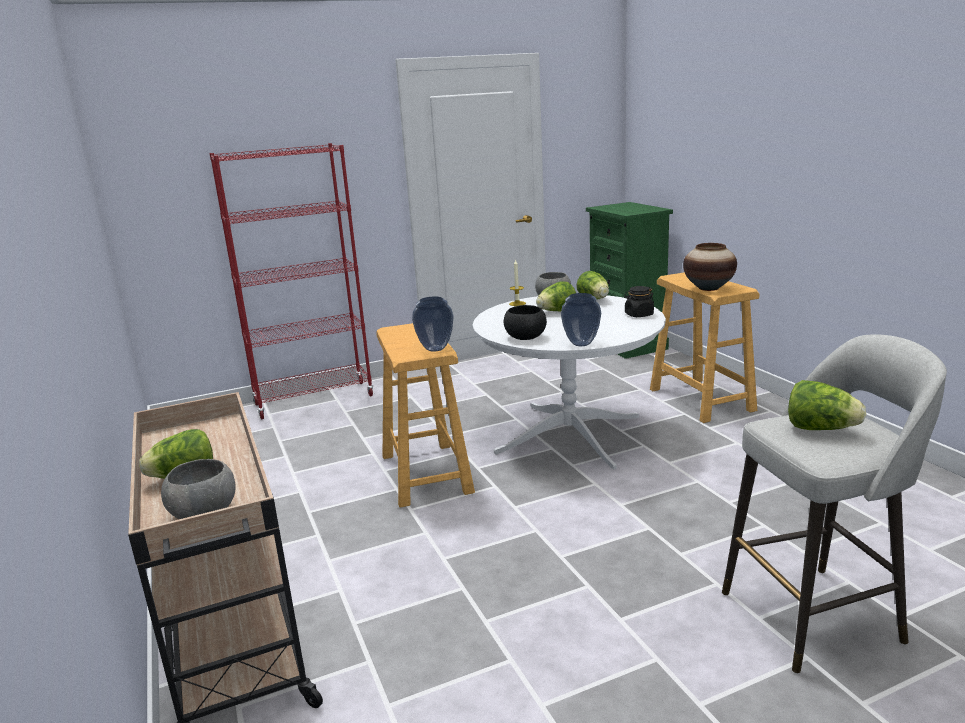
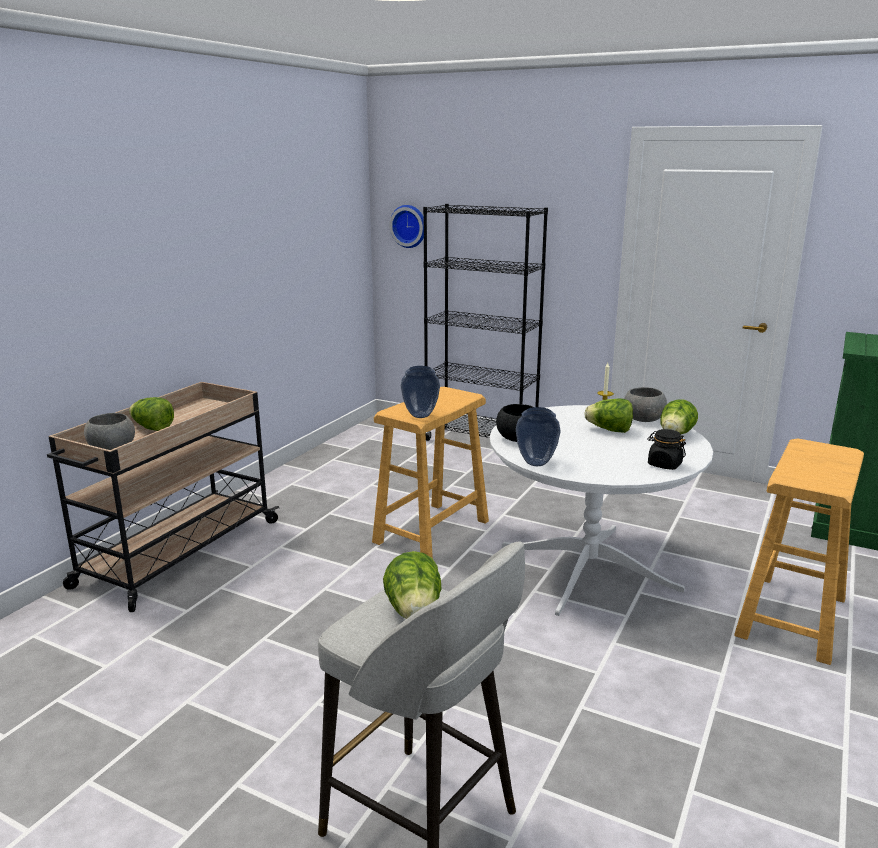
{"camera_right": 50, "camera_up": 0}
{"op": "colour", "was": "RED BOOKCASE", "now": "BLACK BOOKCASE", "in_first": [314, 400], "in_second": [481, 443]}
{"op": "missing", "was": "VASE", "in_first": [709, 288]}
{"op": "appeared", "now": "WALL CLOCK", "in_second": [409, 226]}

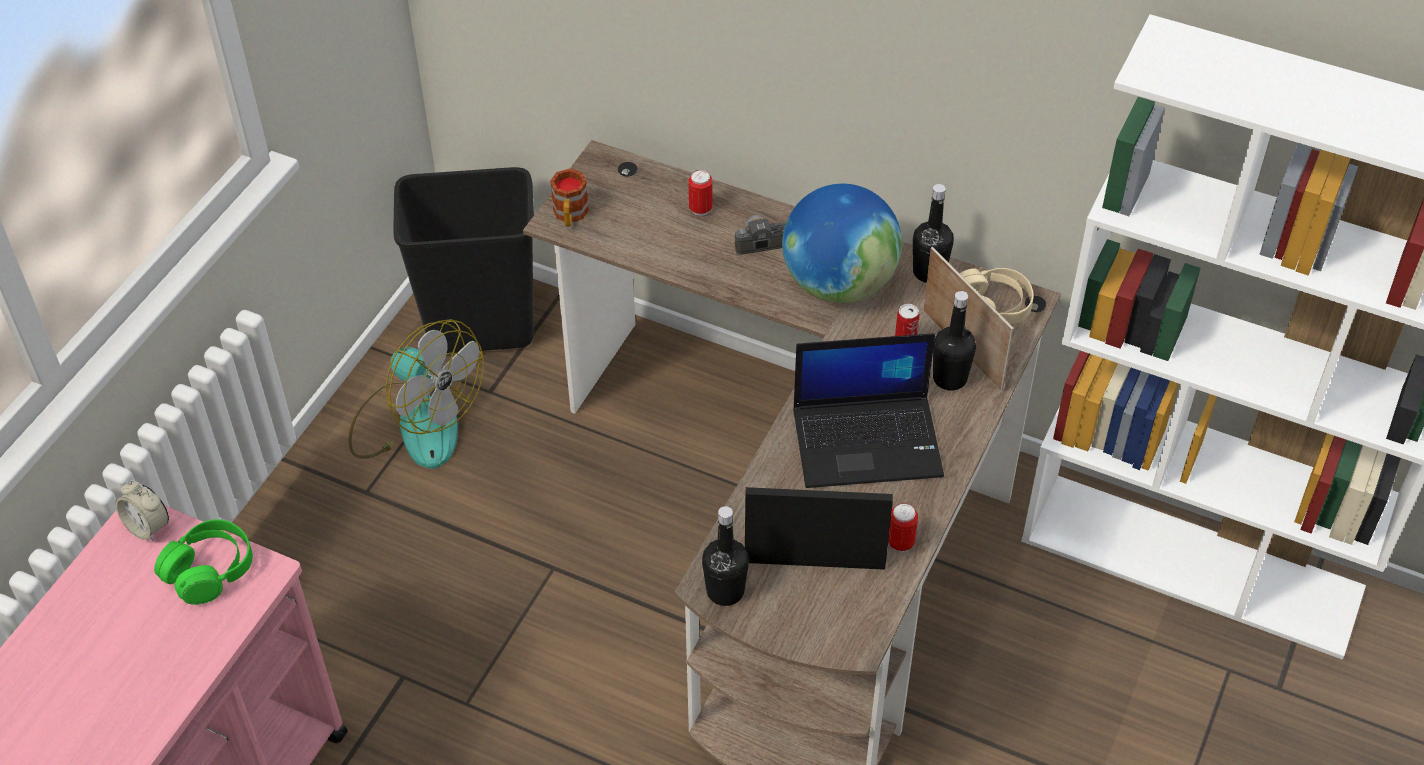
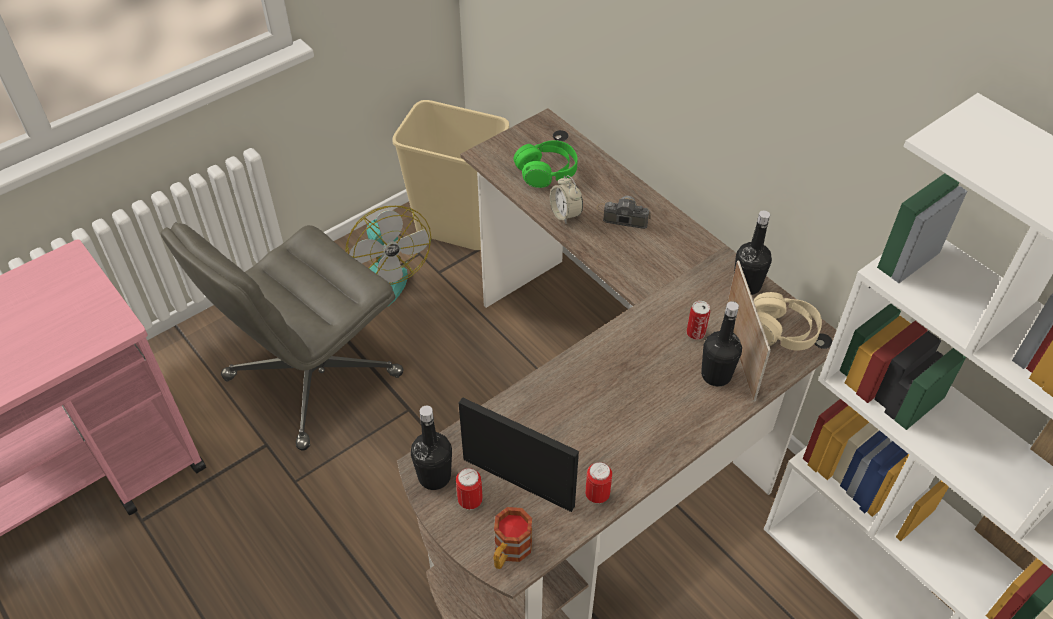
{"camera_right": 25, "camera_up": 0}
{"op": "colour", "was": "BLACK TRASH CAN", "now": "BEIGE TRASH CAN", "in_first": [482, 327], "in_second": [459, 228]}
{"op": "relocated", "was": "MUG", "in_first": [570, 216], "in_second": [509, 552]}
{"op": "relocated", "was": "CAN", "in_first": [700, 209], "in_second": [470, 501]}
{"op": "missing", "was": "GLOBE", "in_first": [838, 283]}
{"op": "missing", "was": "LAPTOP", "in_first": [868, 440]}
{"op": "relocated", "was": "ALARM CLOCK", "in_first": [148, 527], "in_second": [565, 214]}
{"op": "relocated", "was": "GREEN HEADPHONES", "in_first": [209, 570], "in_second": [546, 171]}
{"op": "appeared", "now": "GREY OFFICE CHAIR", "in_second": [311, 378]}

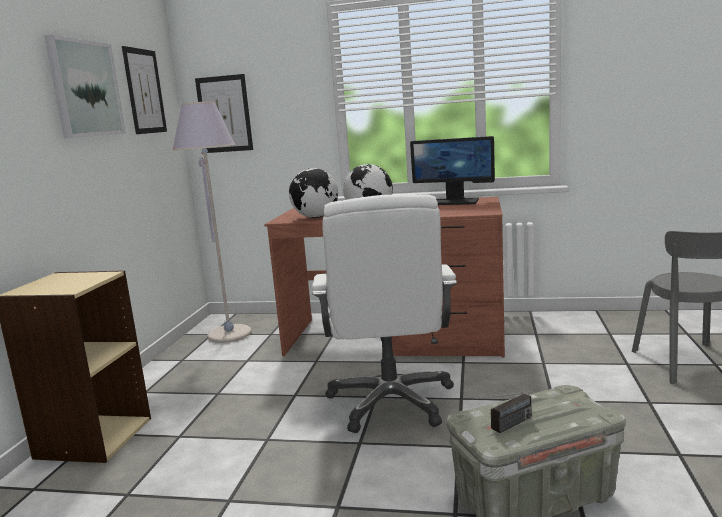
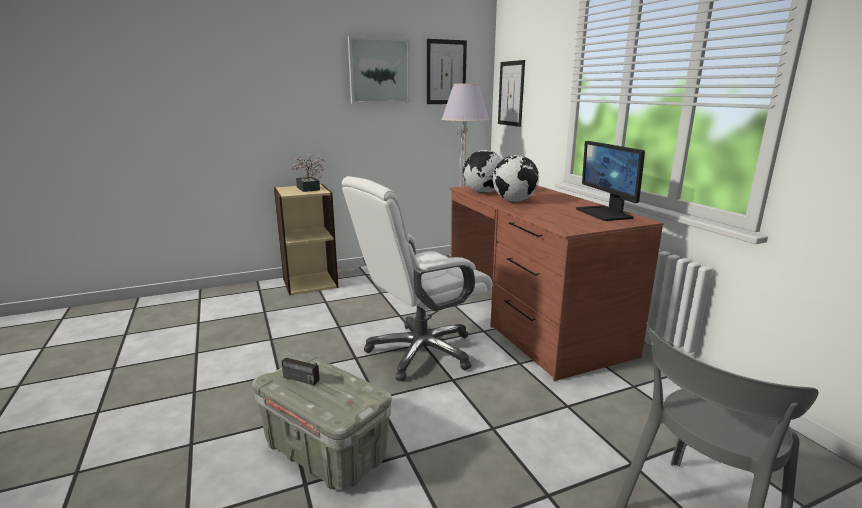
{"camera_right": 55, "camera_up": 5}
{"op": "appeared", "now": "POTTED PLANT", "in_second": [308, 189]}

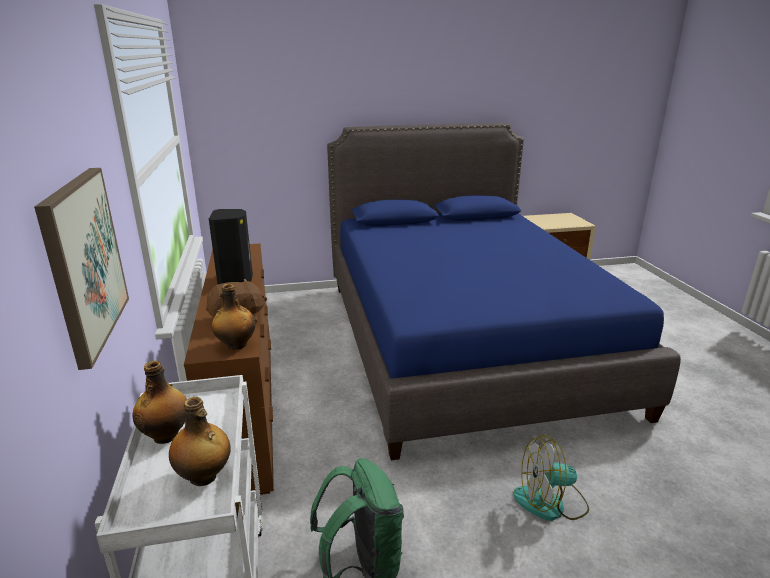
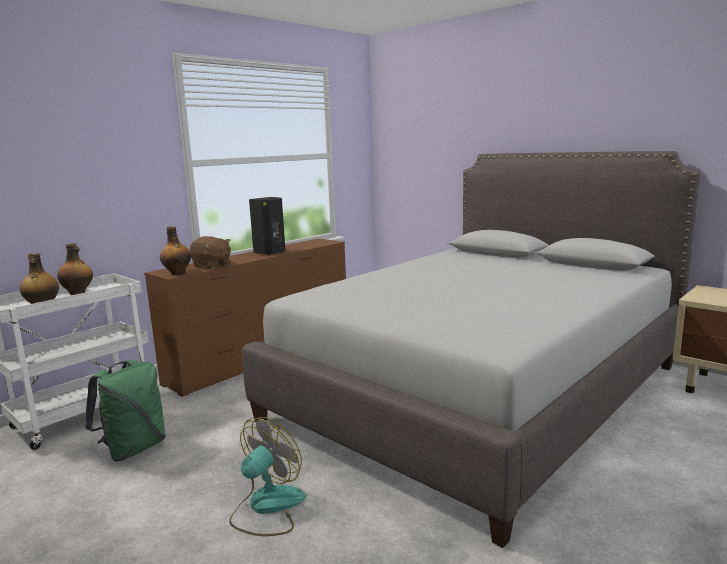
{"camera_right": 55, "camera_up": -10}
{"op": "colour", "was": "BLUE BED", "now": "GREY BED", "in_first": [463, 341], "in_second": [480, 391]}
{"op": "missing", "was": "PICTURE", "in_first": [84, 261]}
{"op": "spun", "was": "FAN", "in_first": [550, 503], "in_second": [267, 507], "clockwise": 75}

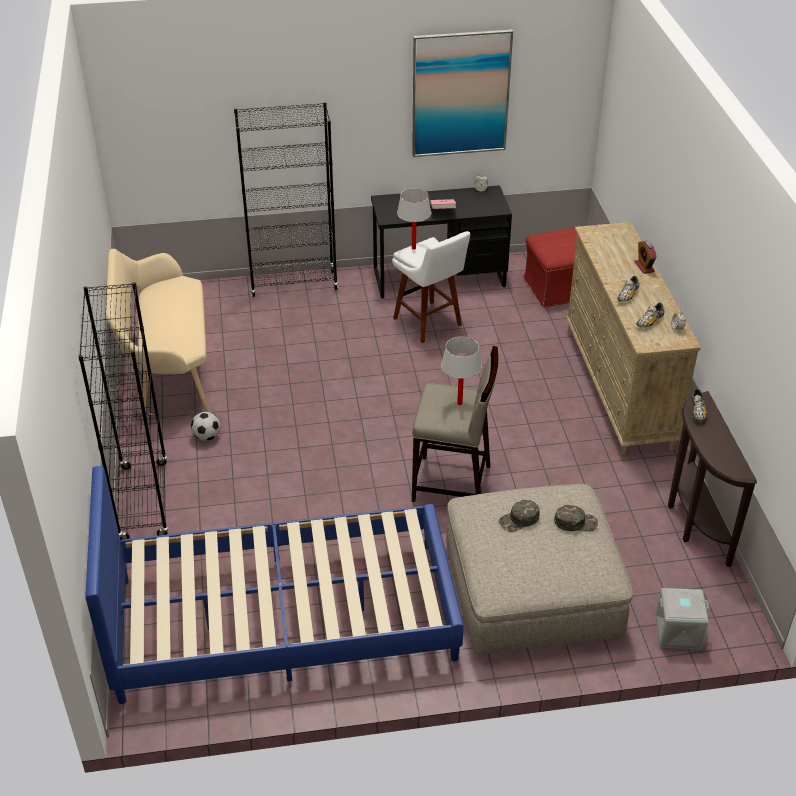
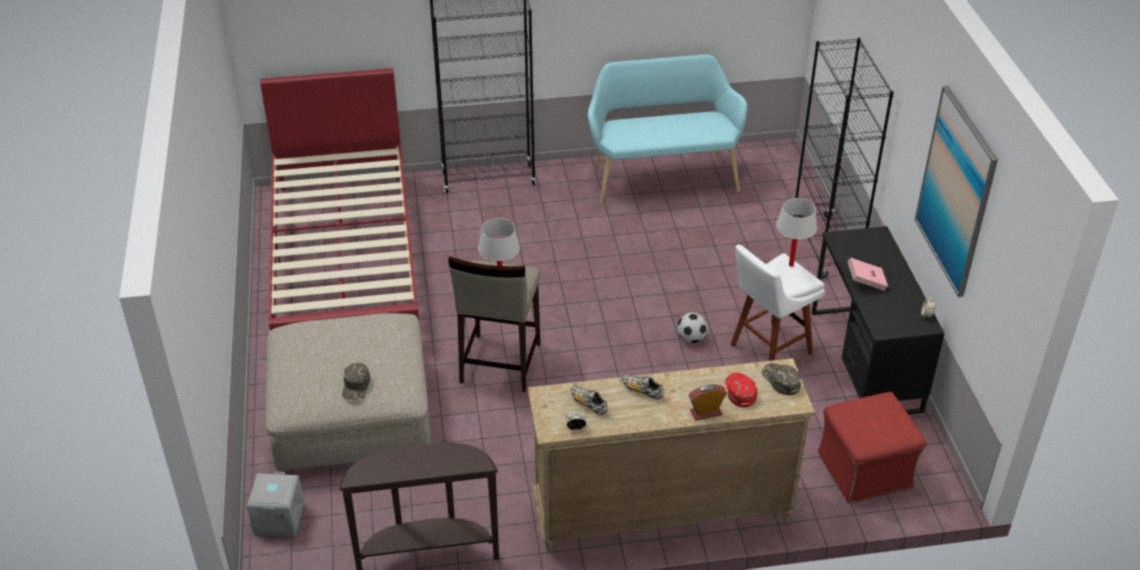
{"camera_right": 90, "camera_up": 0}
{"op": "colour", "was": "BEIGE BENCH", "now": "TURQUOISE BENCH", "in_first": [168, 372], "in_second": [662, 176]}
{"op": "missing", "was": "SHOE", "in_first": [697, 411]}
{"op": "relocated", "was": "FOOTBALL", "in_first": [207, 437], "in_second": [691, 338]}
{"op": "colour", "was": "BLUE BED", "now": "RED BED", "in_first": [283, 619], "in_second": [345, 261]}
{"op": "relocated", "was": "GREEN CAP", "in_first": [519, 520], "in_second": [780, 380]}
{"op": "appeared", "now": "RED CAP", "in_second": [740, 391]}

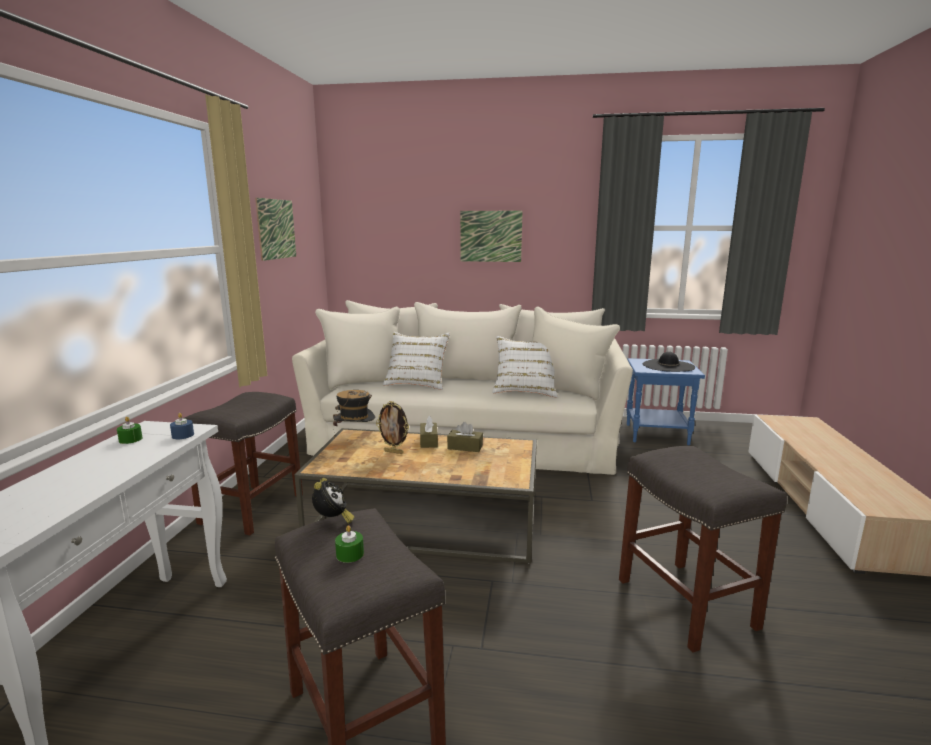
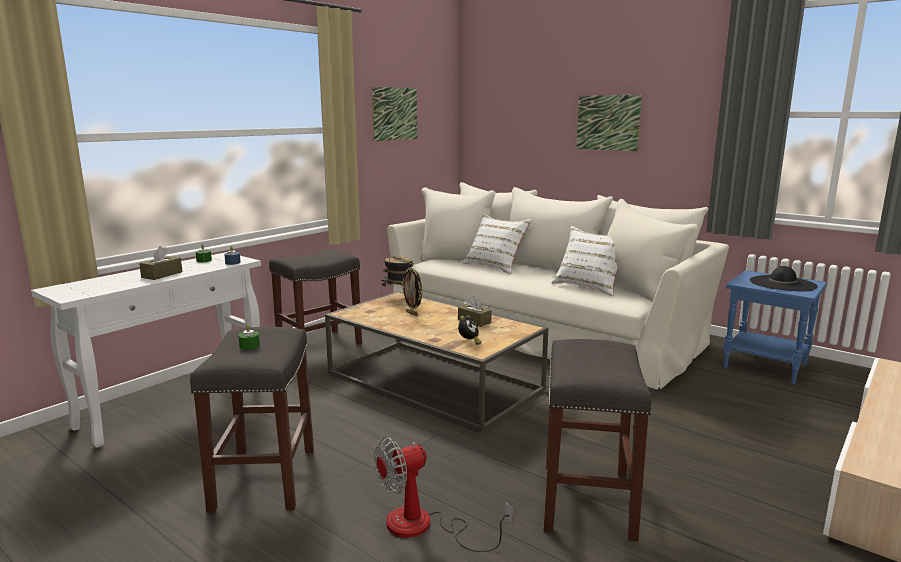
{"camera_right": 30, "camera_up": 0}
{"op": "relocated", "was": "BROWN TISSUE BOX", "in_first": [428, 441], "in_second": [162, 275]}
{"op": "relocated", "was": "ALARM CLOCK", "in_first": [332, 520], "in_second": [469, 342]}
{"op": "appeared", "now": "FAN", "in_second": [424, 527]}

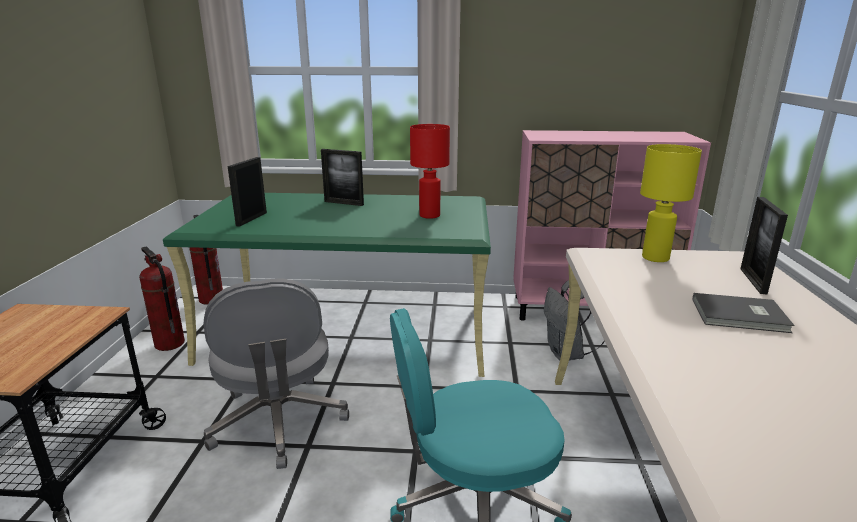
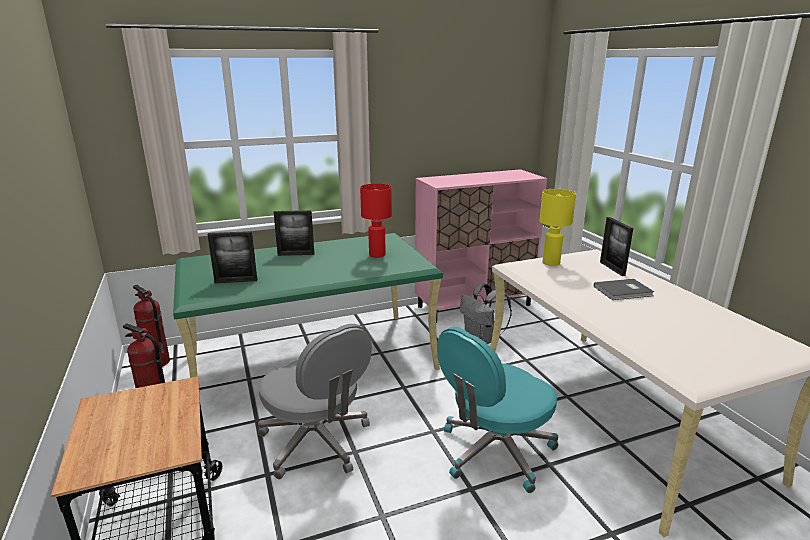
{"camera_right": -25, "camera_up": 0}
{"op": "spun", "was": "PICTURE FRAME", "in_first": [251, 219], "in_second": [236, 281], "clockwise": -90}

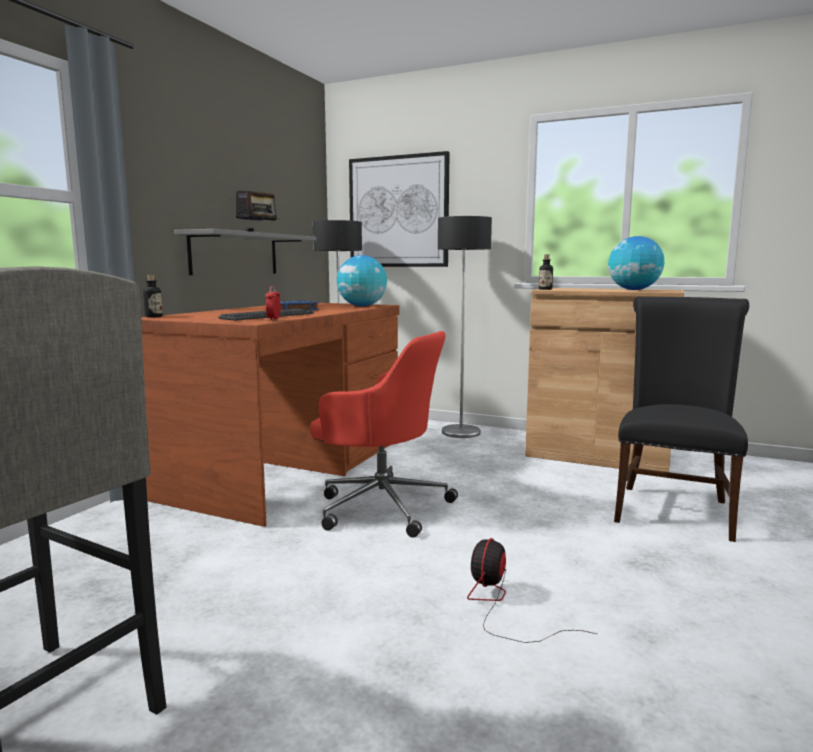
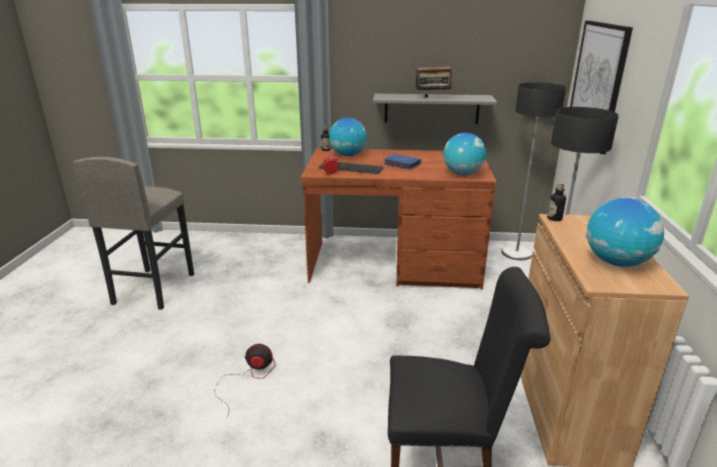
{"camera_right": 70, "camera_up": 15}
{"op": "missing", "was": "RED OFFICE CHAIR", "in_first": [381, 506]}
{"op": "appeared", "now": "GLOBE", "in_second": [348, 155]}

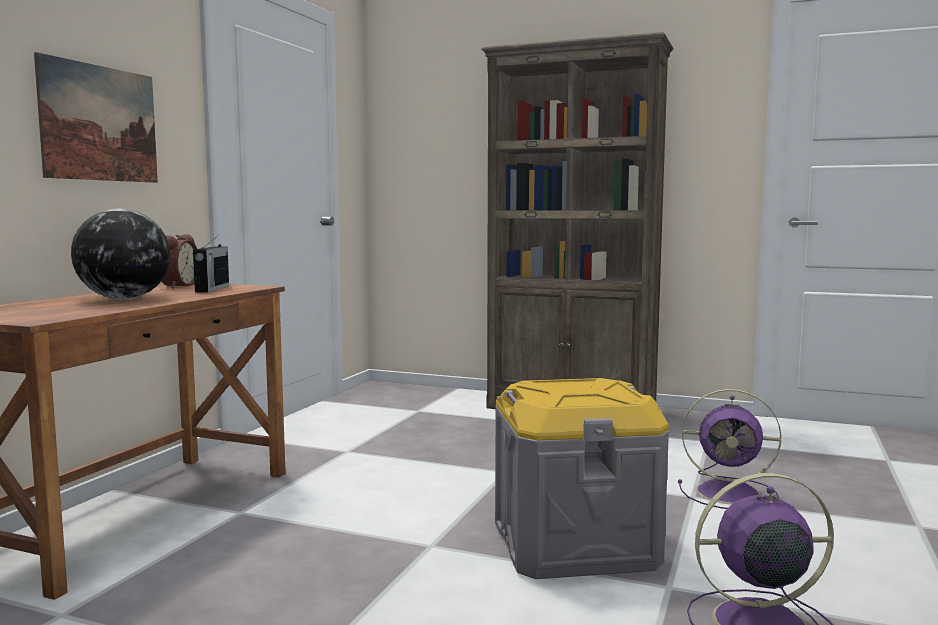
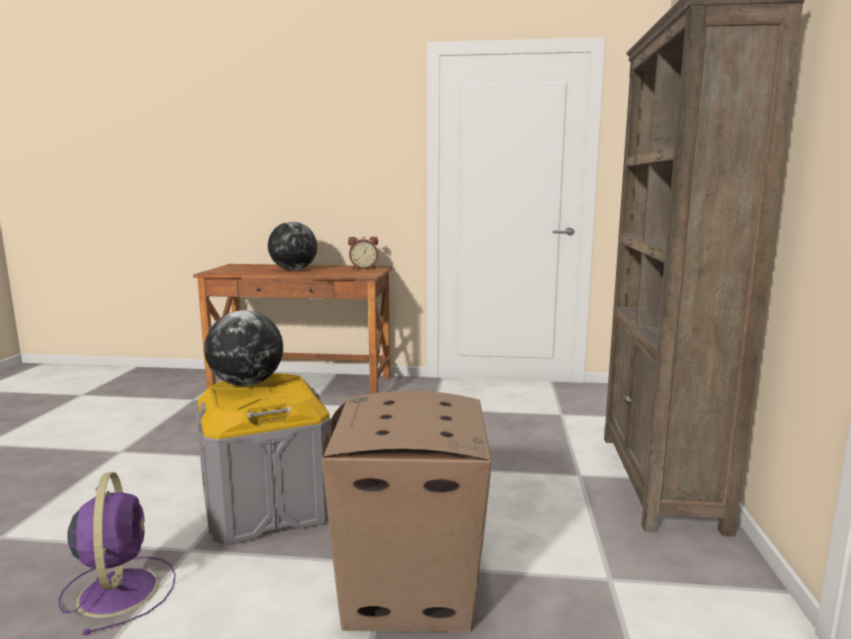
{"camera_right": 75, "camera_up": 5}
{"op": "missing", "was": "PICTURE", "in_first": [100, 123]}
{"op": "missing", "was": "RADIO", "in_first": [211, 289]}
{"op": "exchanged", "was": "PURPLE FAN", "now": "CARDBOARD BOX", "in_first": [731, 493], "in_second": [410, 590]}
{"op": "appeared", "now": "GLOBE", "in_second": [247, 384]}

